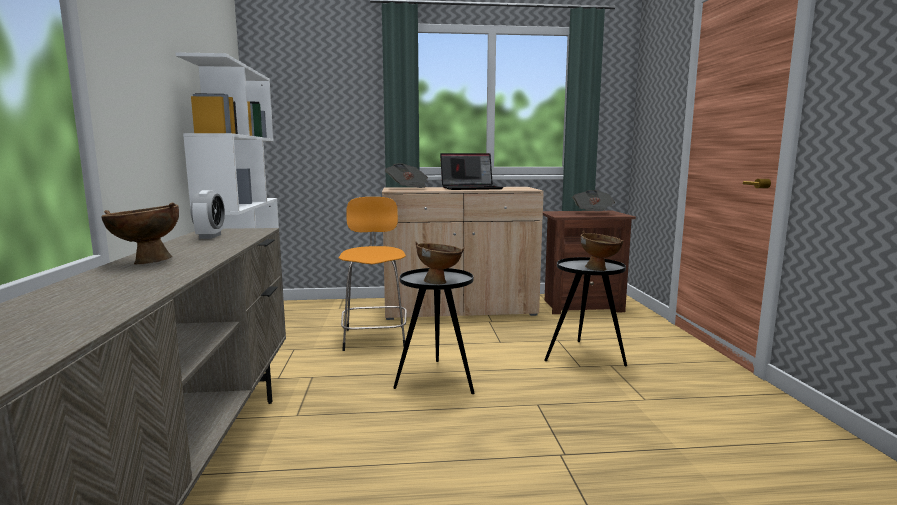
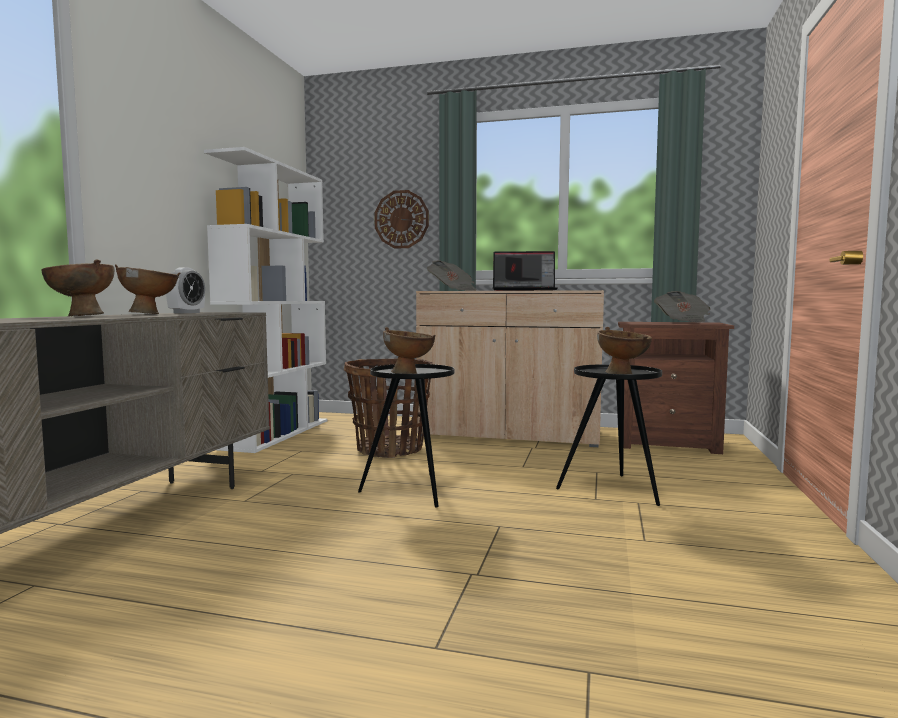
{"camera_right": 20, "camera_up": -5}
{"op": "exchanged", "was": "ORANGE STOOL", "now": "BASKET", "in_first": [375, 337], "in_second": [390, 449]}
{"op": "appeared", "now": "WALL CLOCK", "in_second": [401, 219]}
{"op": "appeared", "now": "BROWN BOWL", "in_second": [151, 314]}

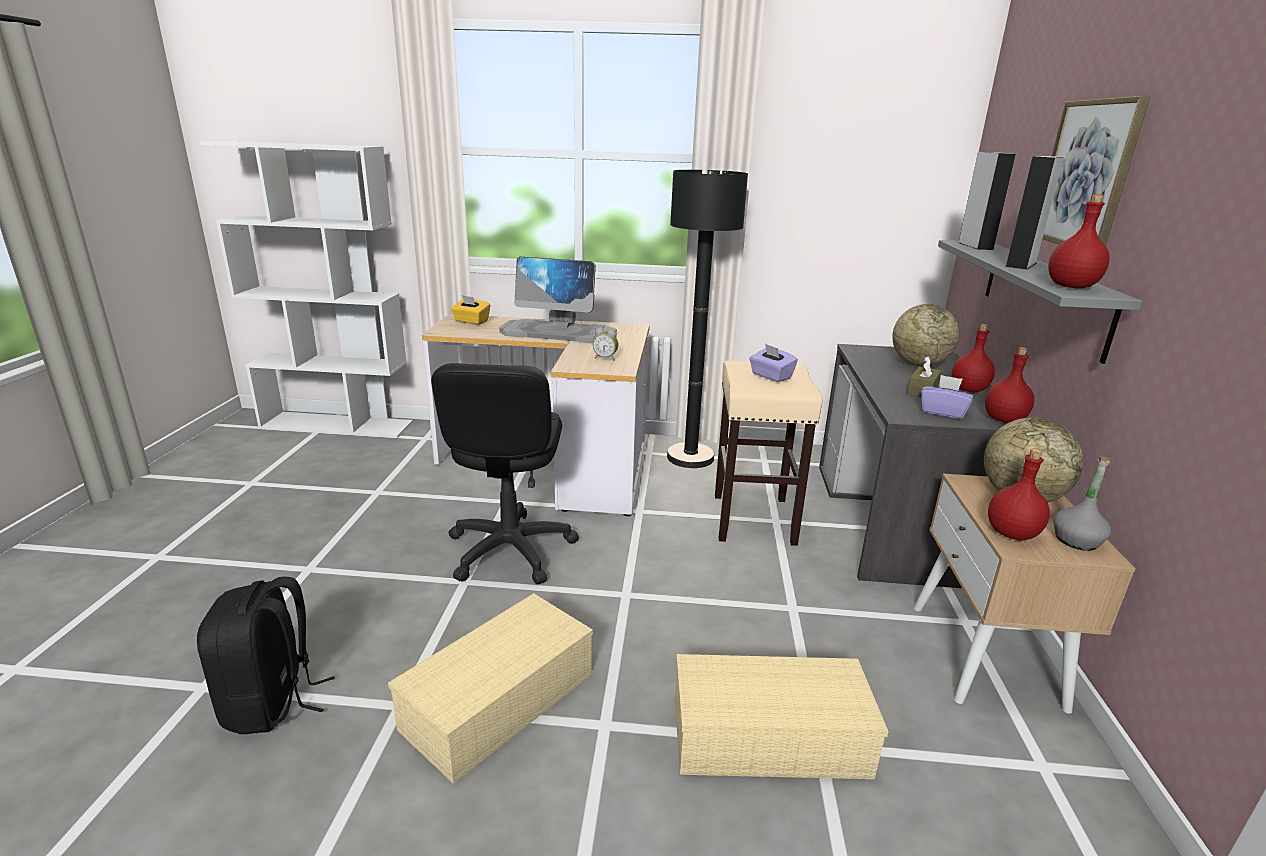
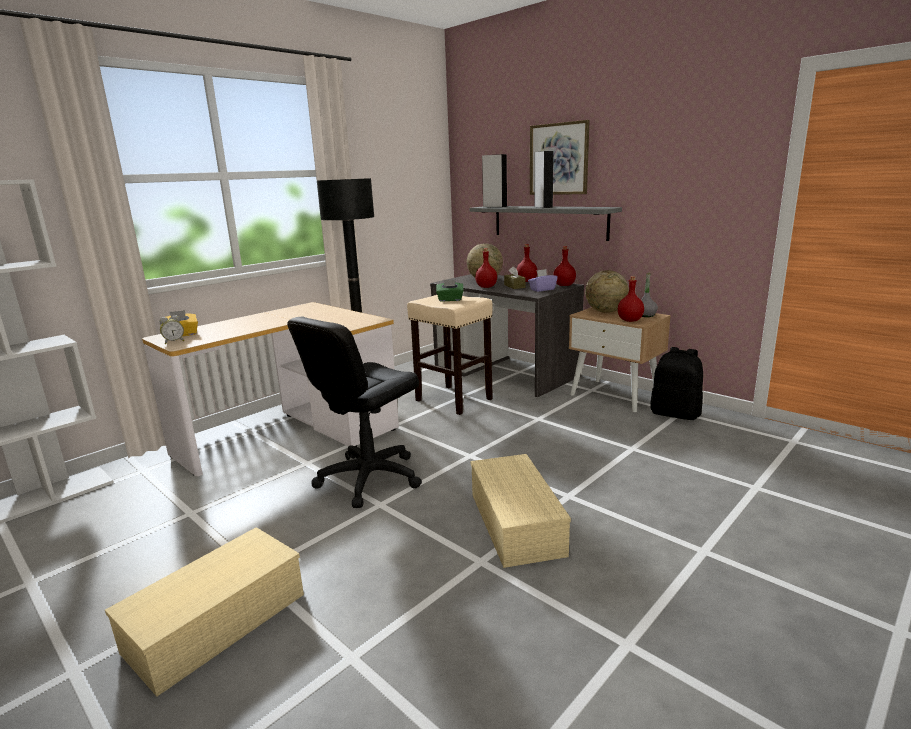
{"camera_right": -50, "camera_up": -5}
{"op": "relocated", "was": "RED BOTTLE", "in_first": [1072, 287], "in_second": [486, 287]}
{"op": "missing", "was": "MONITOR", "in_first": [559, 333]}
{"op": "relocated", "was": "ALARM CLOCK", "in_first": [605, 358], "in_second": [174, 342]}
{"op": "colour", "was": "PURPLE TISSUE BOX", "now": "GREEN TISSUE BOX", "in_first": [770, 376], "in_second": [450, 300]}
{"op": "spun", "was": "BLACK OFFICE CHAIR", "in_first": [510, 550], "in_second": [369, 478], "clockwise": 90}
{"op": "relocated", "was": "BLACK BACKPACK", "in_first": [272, 702], "in_second": [675, 414]}
{"op": "relocated", "was": "BEIGE STORAGE BOX", "in_first": [771, 735], "in_second": [218, 620]}

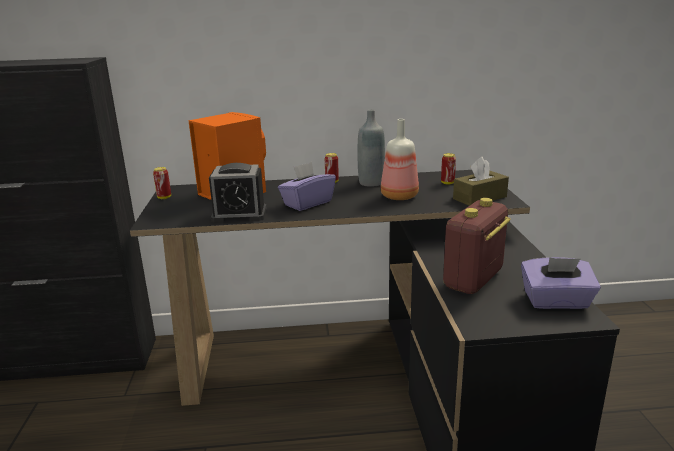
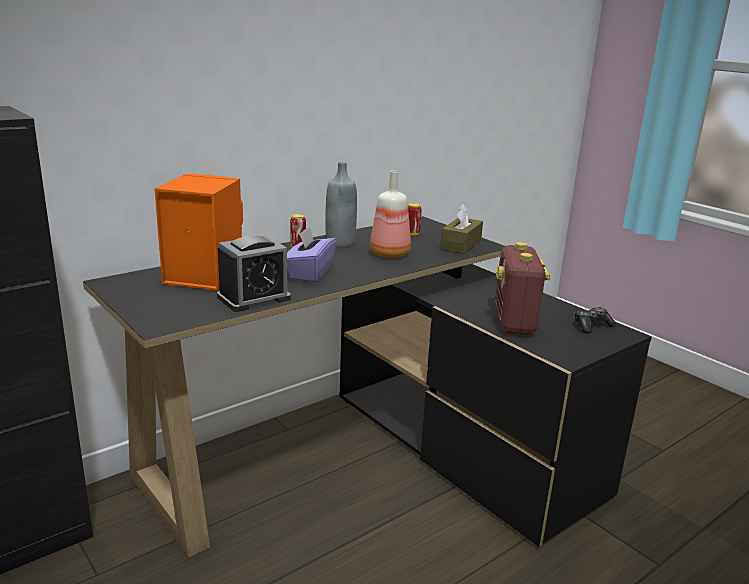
{"camera_right": -35, "camera_up": 0}
{"op": "missing", "was": "CAN", "in_first": [164, 197]}
{"op": "exchanged", "was": "PURPLE TISSUE BOX", "now": "GAME CONTROLLER", "in_first": [556, 301], "in_second": [592, 326]}

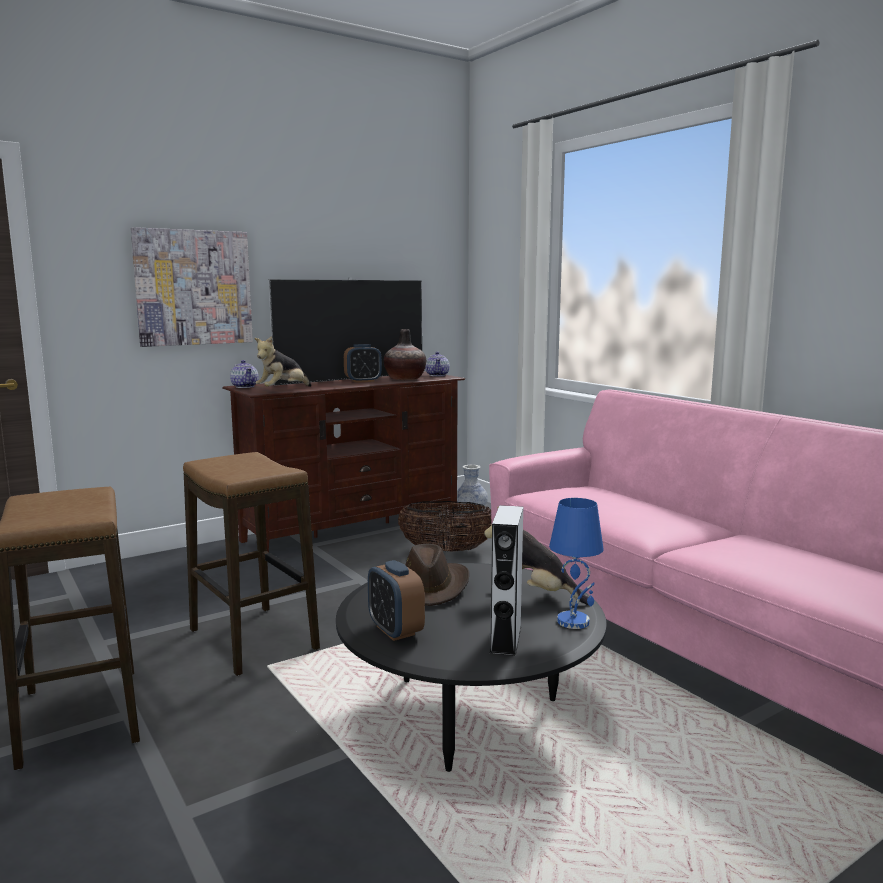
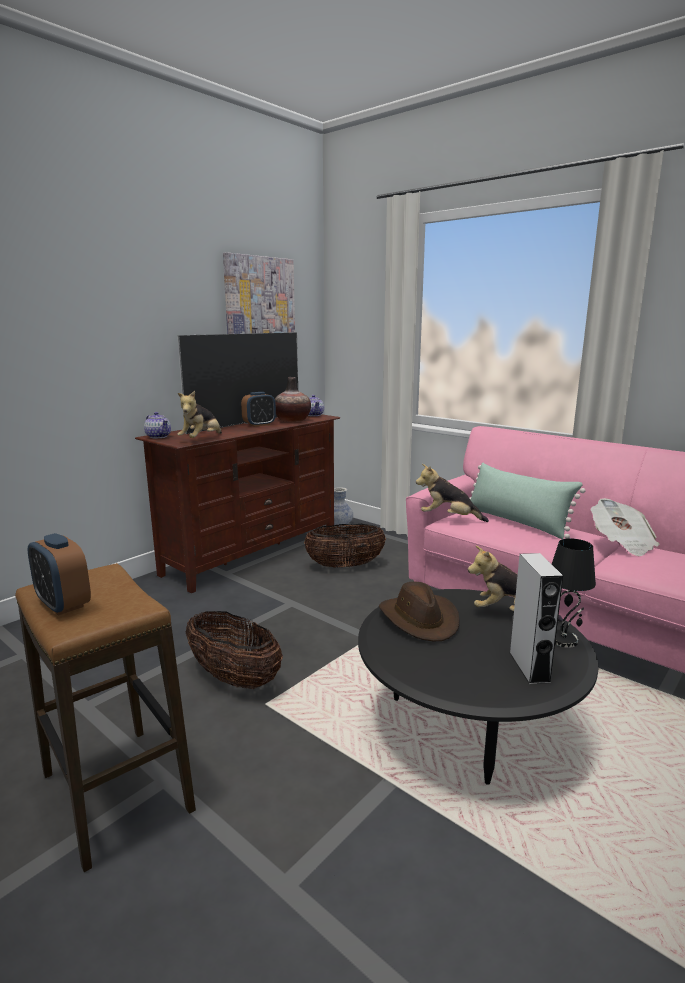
{"camera_right": -15, "camera_up": 5}
{"op": "relocated", "was": "PICTURE", "in_first": [193, 287], "in_second": [260, 303]}
{"op": "exchanged", "was": "STOOL", "now": "BASKET", "in_first": [252, 639], "in_second": [234, 678]}
{"op": "colour", "was": "BLUE TABLE LAMP", "now": "BLACK TABLE LAMP", "in_first": [574, 621], "in_second": [564, 640]}
{"op": "relocated", "was": "ALARM CLOCK", "in_first": [395, 630], "in_second": [63, 604]}
{"op": "appeared", "now": "GREEN PILLOW", "in_second": [516, 522]}
{"op": "appeared", "now": "PLUSH TOY", "in_second": [449, 518]}
{"op": "appeared", "now": "NEWSPAPER", "in_second": [622, 543]}

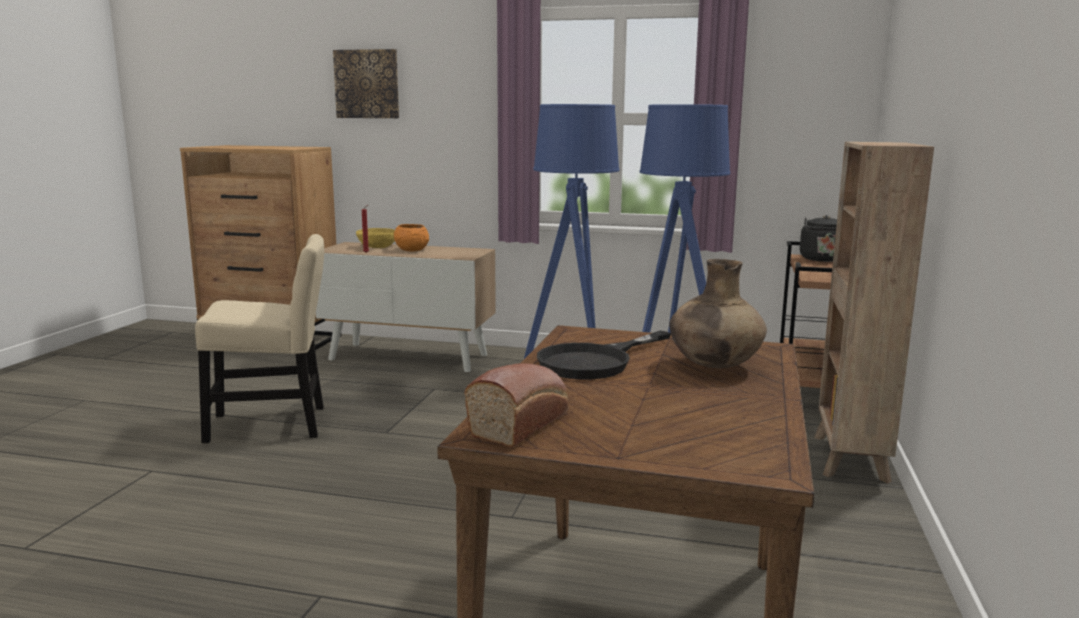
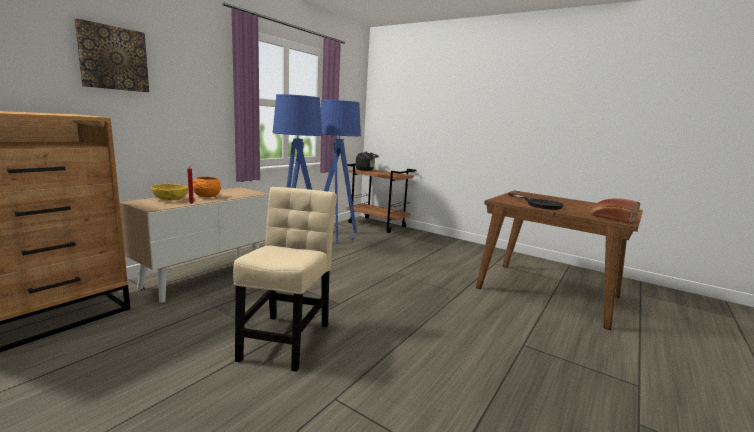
{"camera_right": -70, "camera_up": 0}
{"op": "missing", "was": "BROWN BOOKCASE", "in_first": [850, 459]}
{"op": "missing", "was": "BROWN VASE", "in_first": [714, 366]}

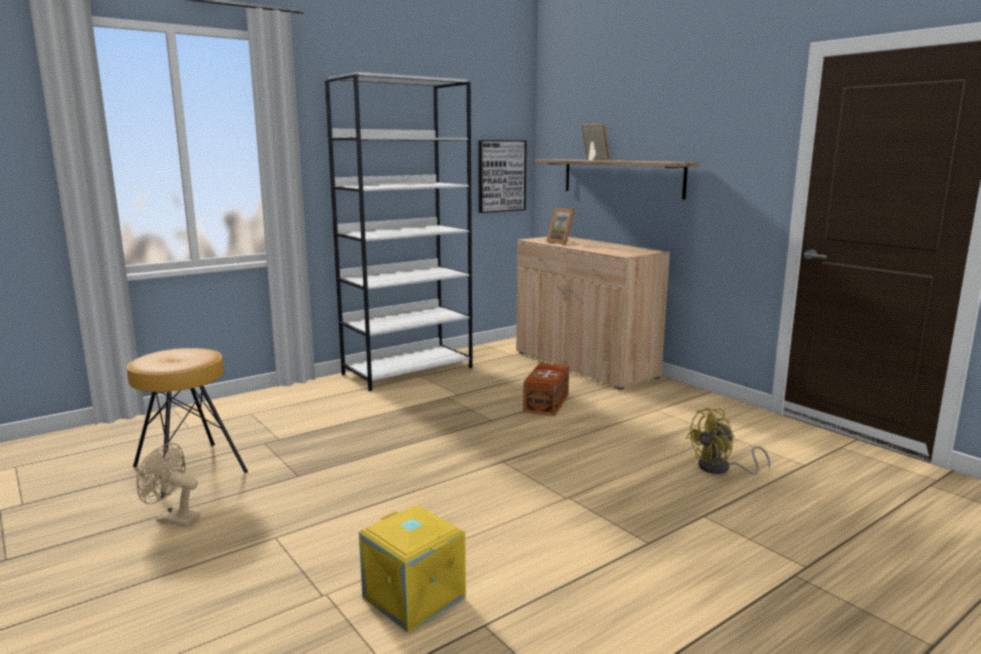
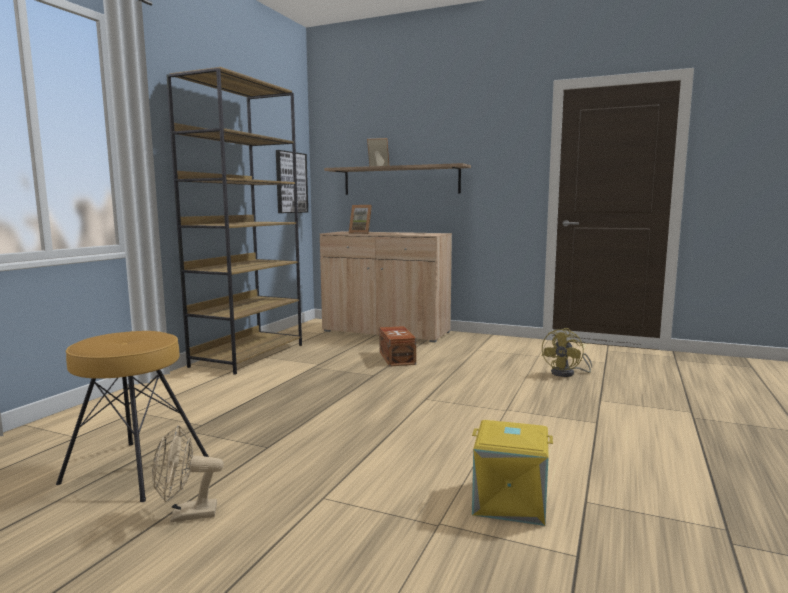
{"camera_right": -30, "camera_up": -5}
{"op": "colour", "was": "WHITE BOOKCASE", "now": "BROWN BOOKCASE", "in_first": [408, 371], "in_second": [248, 355]}

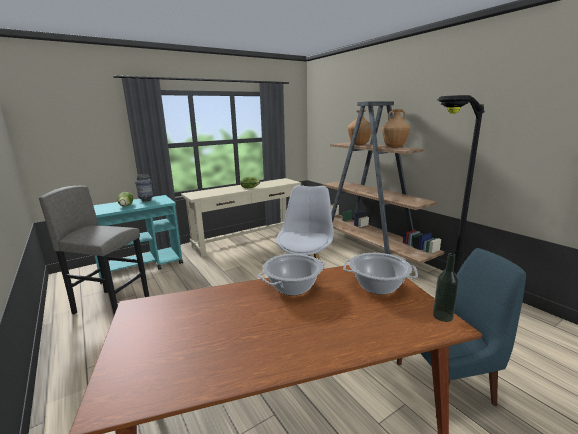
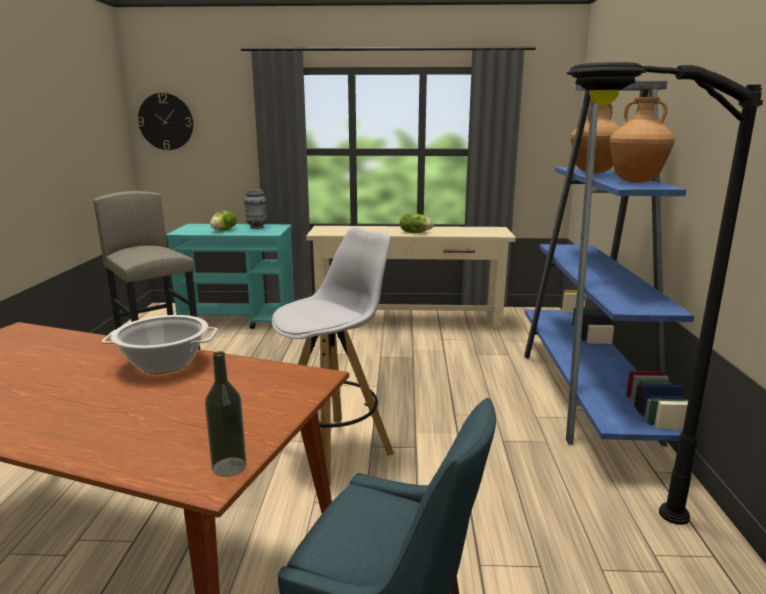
{"camera_right": 35, "camera_up": 0}
{"op": "colour", "was": "BROWN BOOKCASE", "now": "BLUE BOOKCASE", "in_first": [369, 251], "in_second": [586, 395]}
{"op": "missing", "was": "COOKING POT", "in_first": [378, 286]}
{"op": "appeared", "now": "WALL CLOCK", "in_second": [166, 121]}

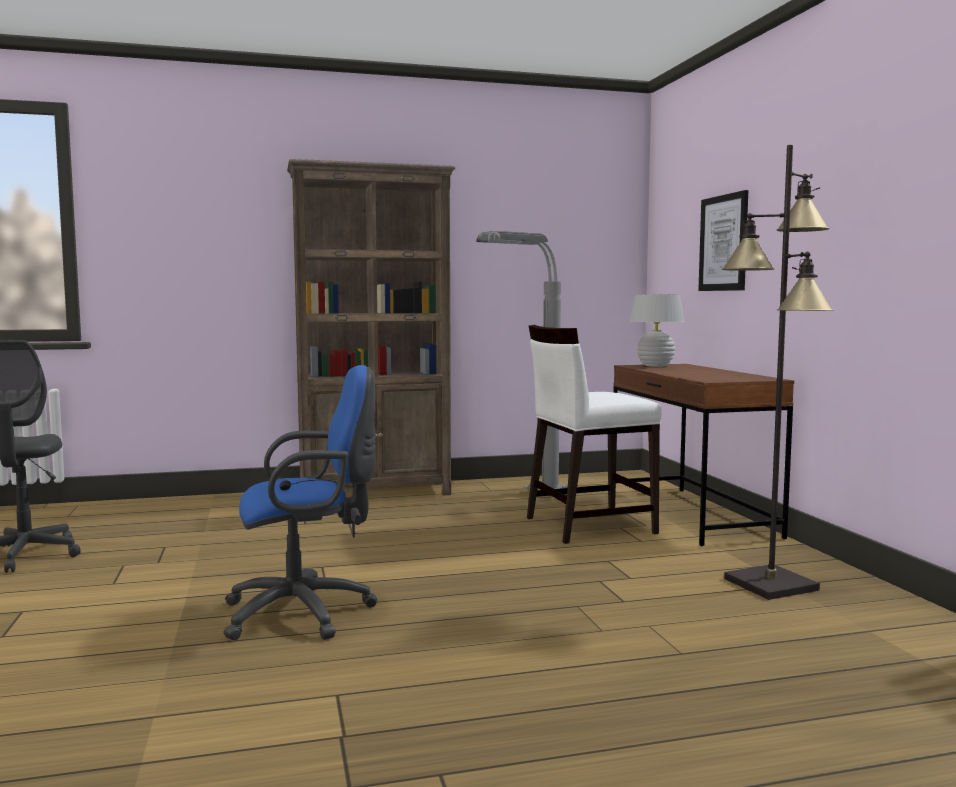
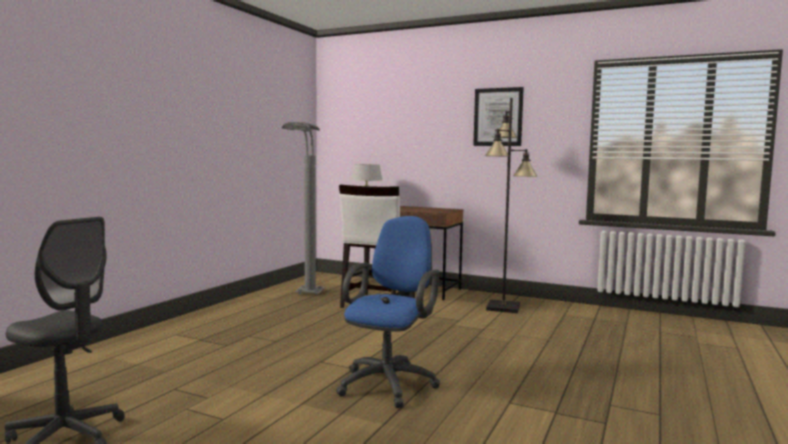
{"camera_right": -50, "camera_up": 0}
{"op": "missing", "was": "BROWN BOOKCASE", "in_first": [376, 492]}
{"op": "relocated", "was": "PICTURE", "in_first": [723, 243], "in_second": [498, 117]}

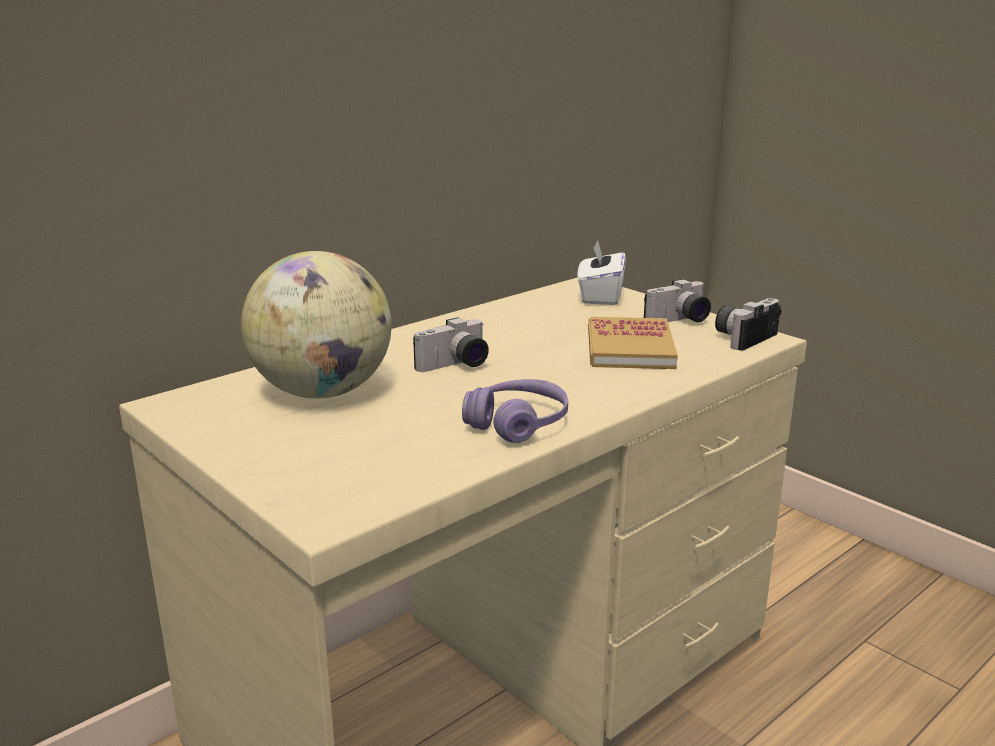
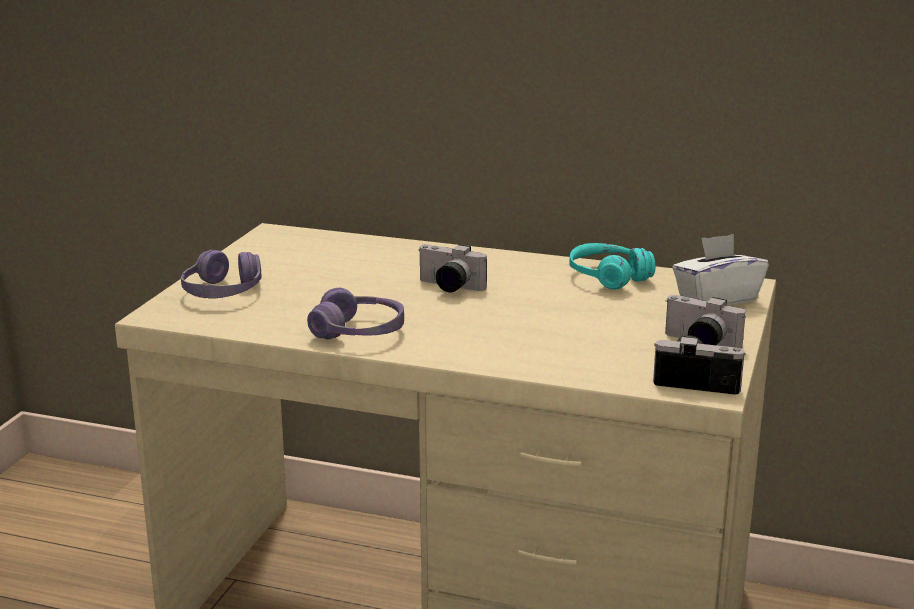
{"camera_right": 60, "camera_up": 0}
{"op": "missing", "was": "GLOBE", "in_first": [323, 392]}
{"op": "missing", "was": "BOOK", "in_first": [629, 348]}
{"op": "appeared", "now": "TURQUOISE HEADPHONES", "in_second": [609, 277]}
{"op": "appeared", "now": "PURPLE HEADPHONES", "in_second": [222, 292]}

